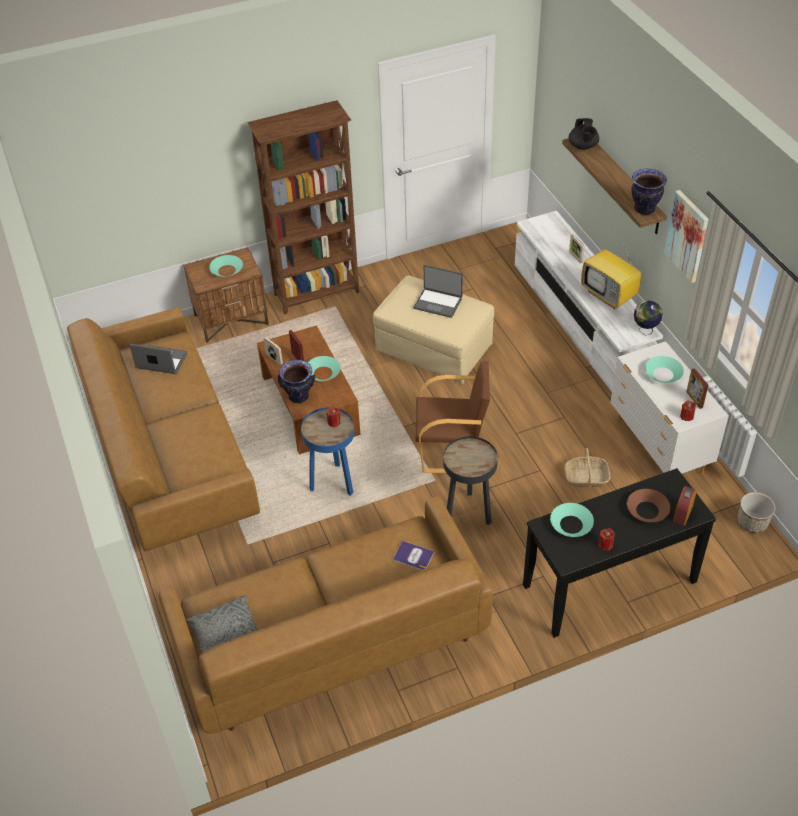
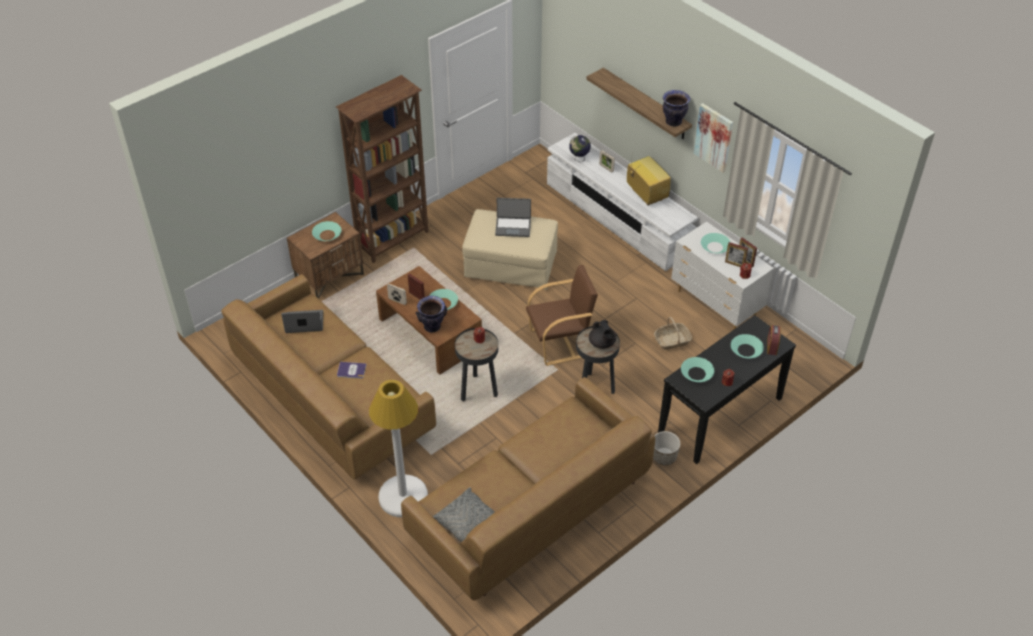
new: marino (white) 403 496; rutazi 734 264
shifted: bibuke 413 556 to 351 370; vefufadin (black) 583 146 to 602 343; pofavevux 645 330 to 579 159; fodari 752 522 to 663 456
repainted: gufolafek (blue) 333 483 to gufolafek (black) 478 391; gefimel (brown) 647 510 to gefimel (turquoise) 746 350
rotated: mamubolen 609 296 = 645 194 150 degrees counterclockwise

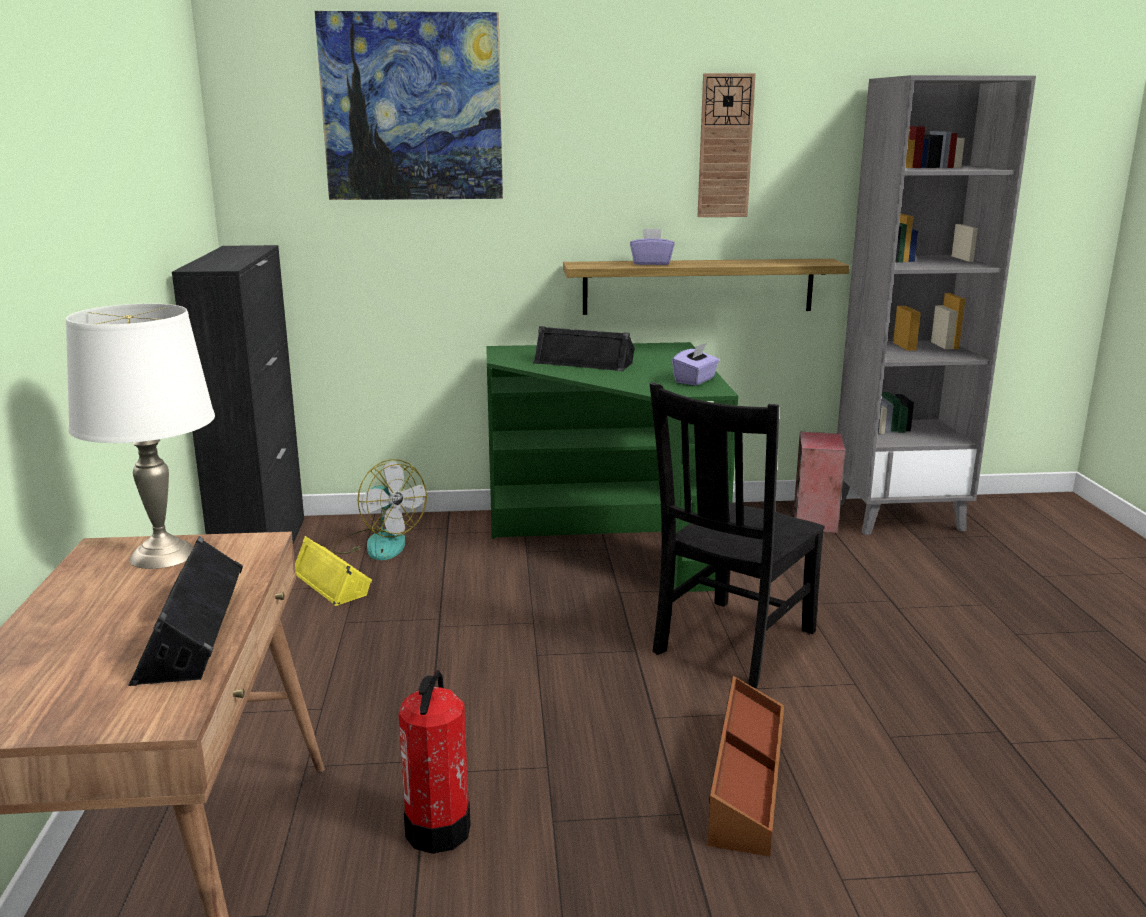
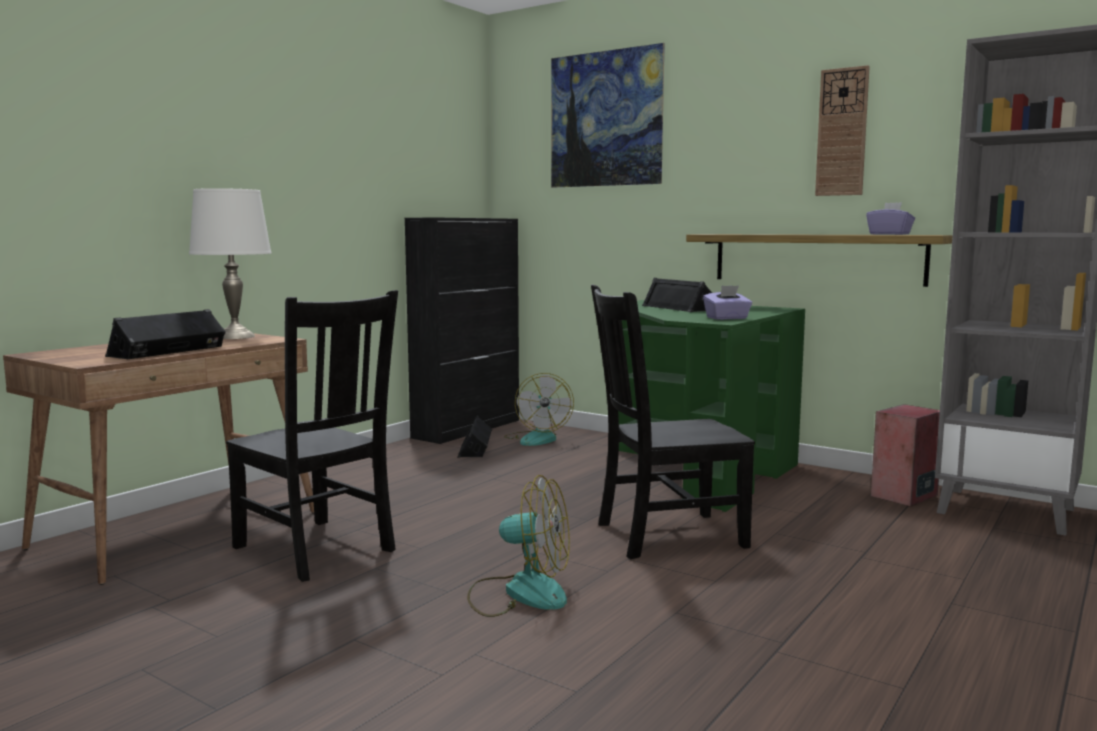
shifted: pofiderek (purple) 651 263 to 889 234
swapped: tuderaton 439 829 to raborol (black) 316 550; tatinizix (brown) 745 780 to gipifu 520 593
repainted: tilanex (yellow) 332 582 to tilanex (black) 476 448

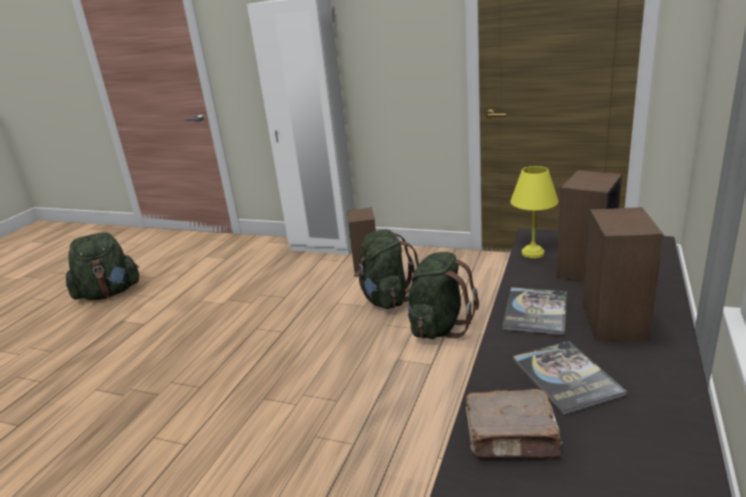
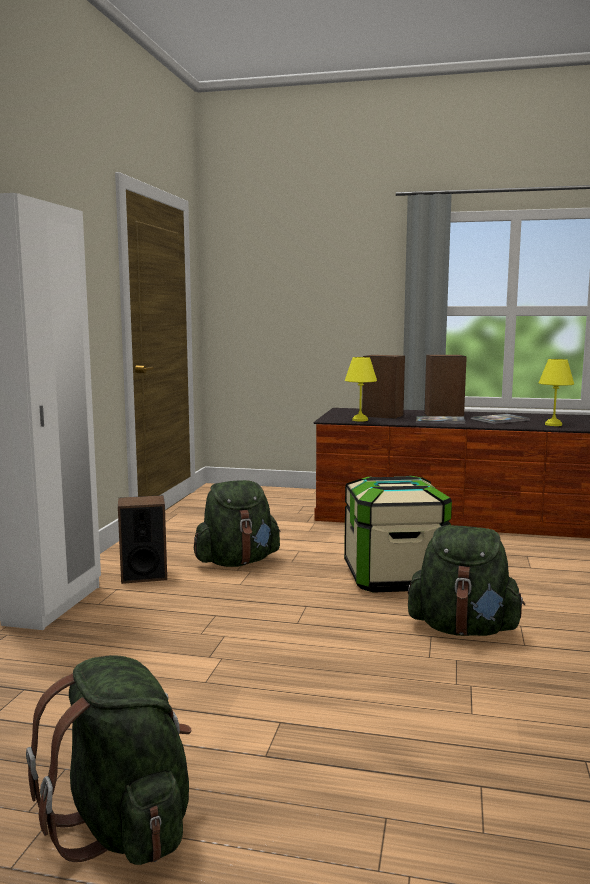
new: tatinizix 394 577
shifted: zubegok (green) 438 327 to 463 629
swapped: bibuke (brown) 512 438 to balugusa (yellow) 553 424

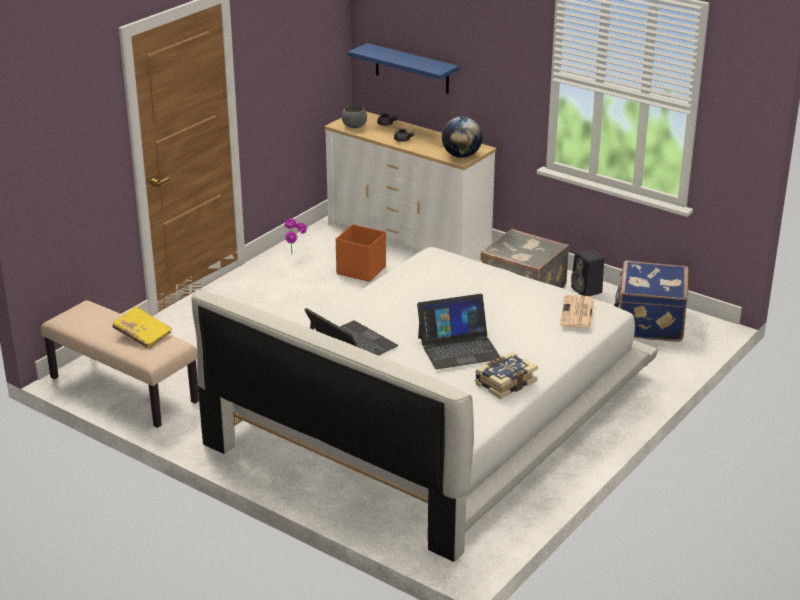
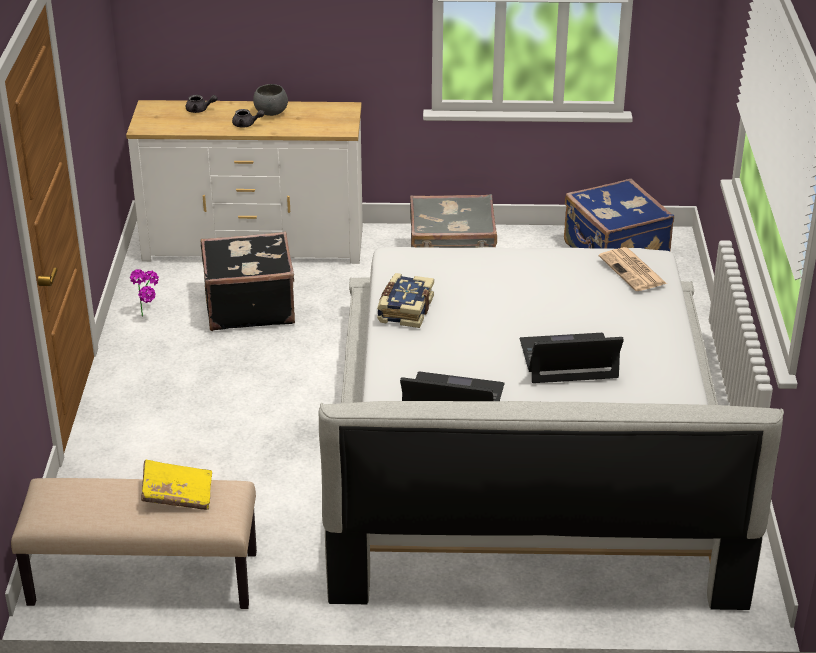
gone: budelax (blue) 412 69; pofavevux 461 156; tilanex (black) 587 291
shifted: gefimel (grey) 354 126 to 271 113; bibuke 504 383 to 404 310
swapped: tatinizix (orange) 360 270 to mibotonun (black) 248 306
rotated: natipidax 458 348 = 568 359 135 degrees counterclockwise

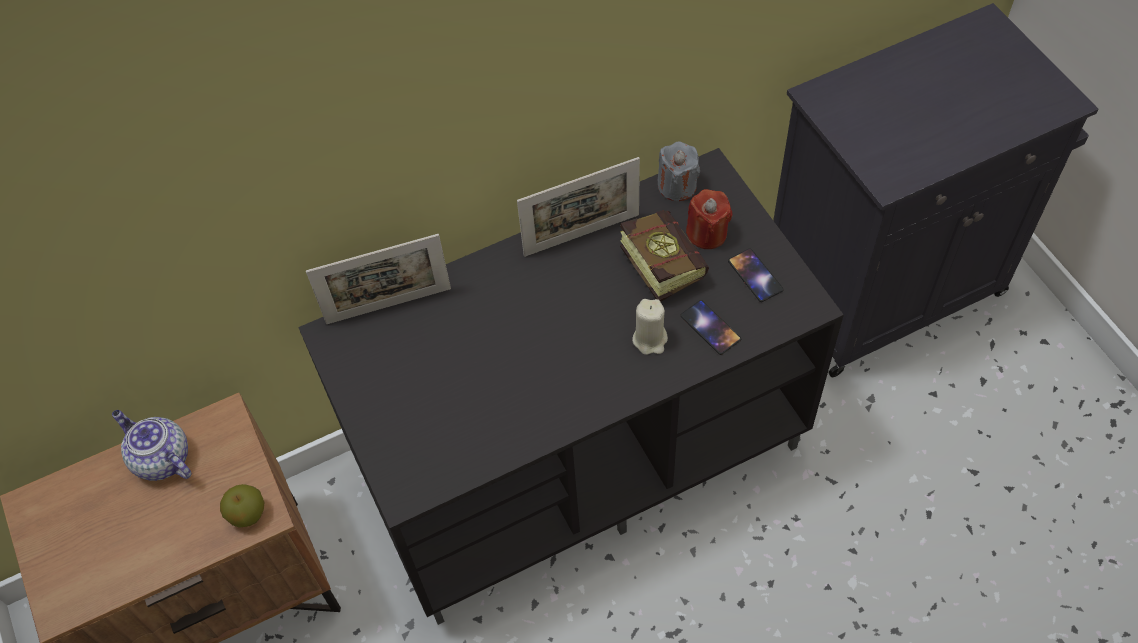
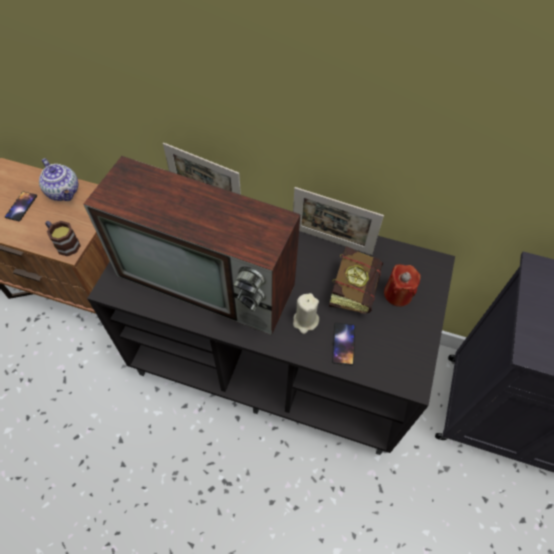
gone: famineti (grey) 677 186
new: mamubolen 209 281
shifted: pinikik 755 275 to 21 206
swapped: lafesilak 248 514 to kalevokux 65 243
rotated: vefufadin 161 459 = 64 192 150 degrees clockwise

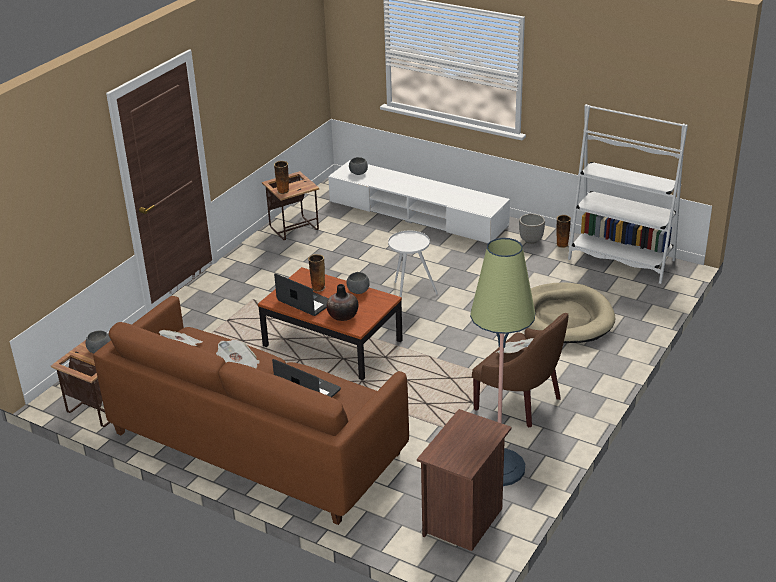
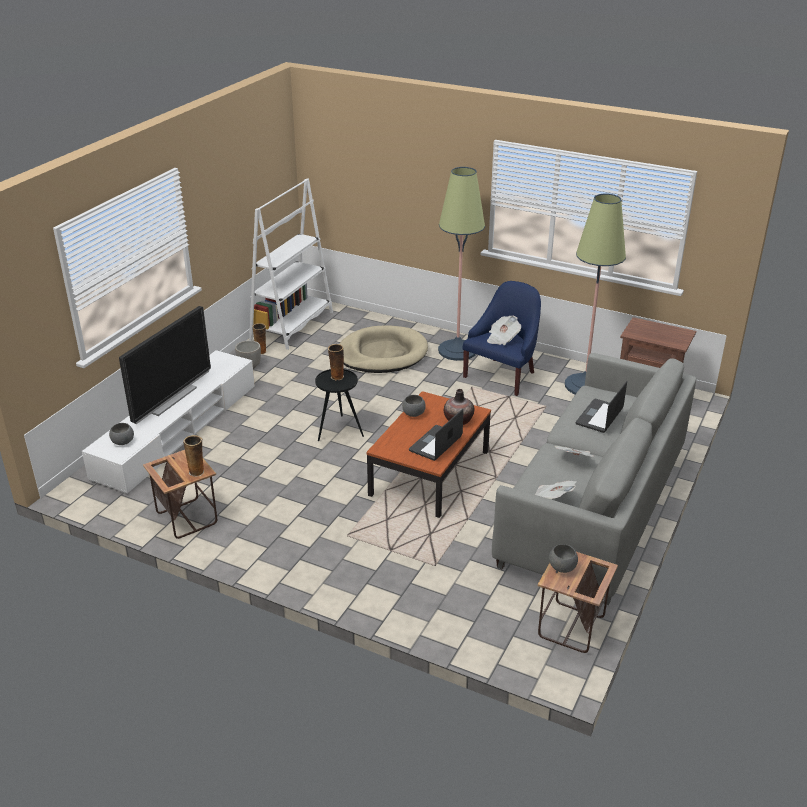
new: mamubolen 170 399; marino 457 350
shifted: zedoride 318 287 to 336 377
repainted: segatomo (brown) 256 443 to segatomo (grey) 594 506; gufolafek (white) 410 292 to gufolafek (black) 338 431; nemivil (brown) 521 402 to nemivil (blue) 502 375

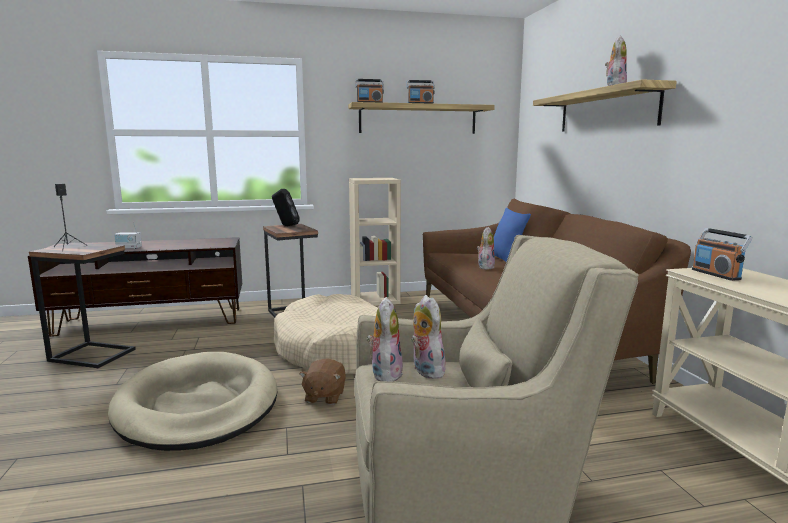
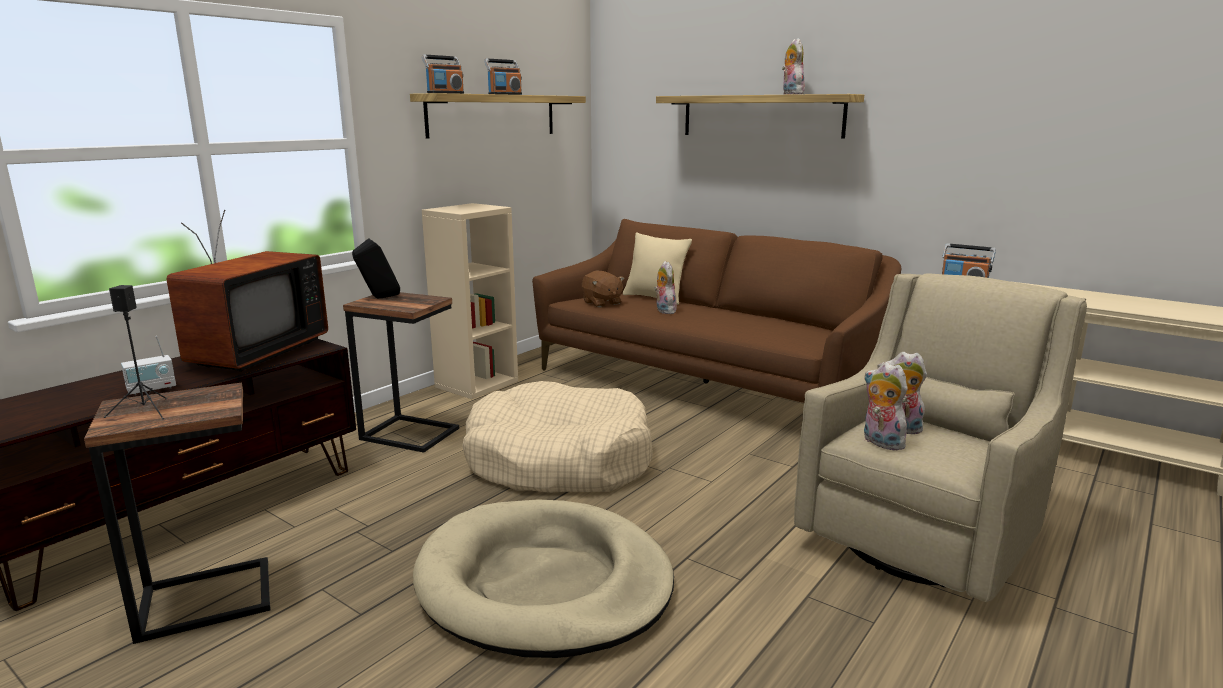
new: mamubolen 251 353
shifted: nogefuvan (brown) 324 396 to 602 303
repainted: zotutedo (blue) 506 260 to zotutedo (beige) 655 298

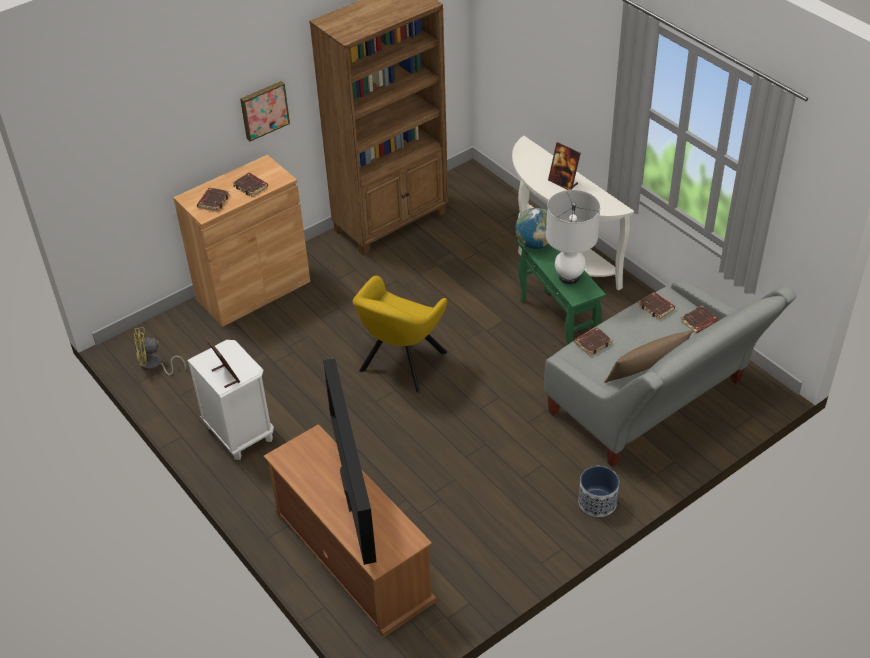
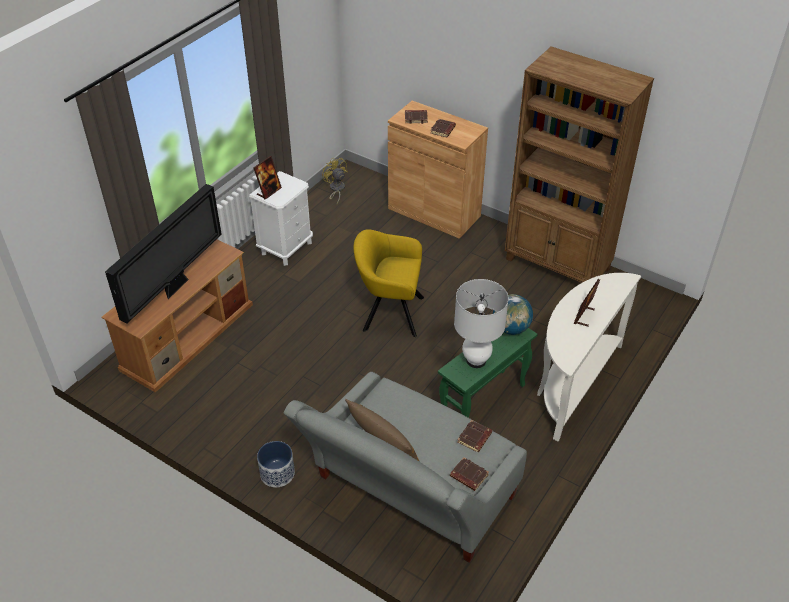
gone: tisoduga 263 110; bibuke (brown) 592 343
rotated: mamubolen 352 496 = 176 286 150 degrees clockwise

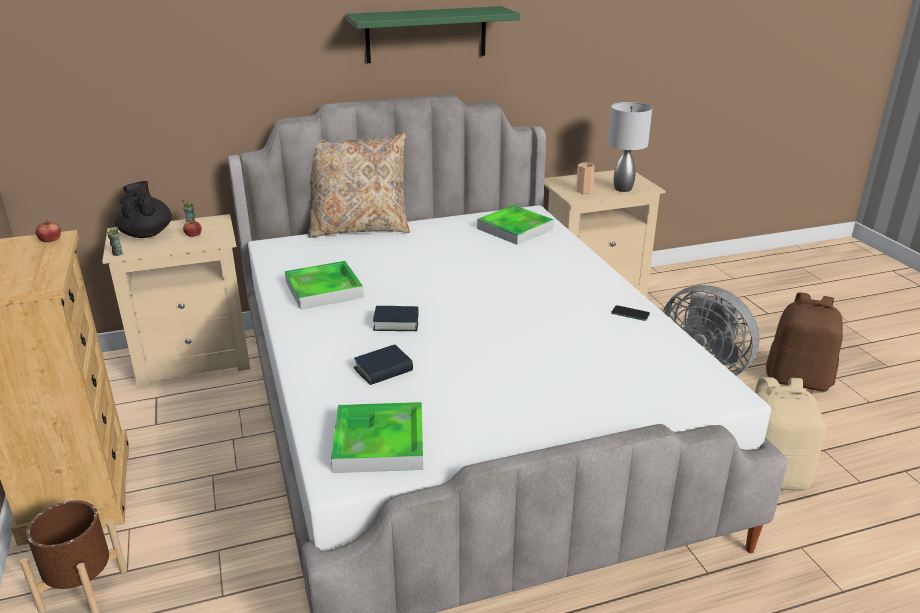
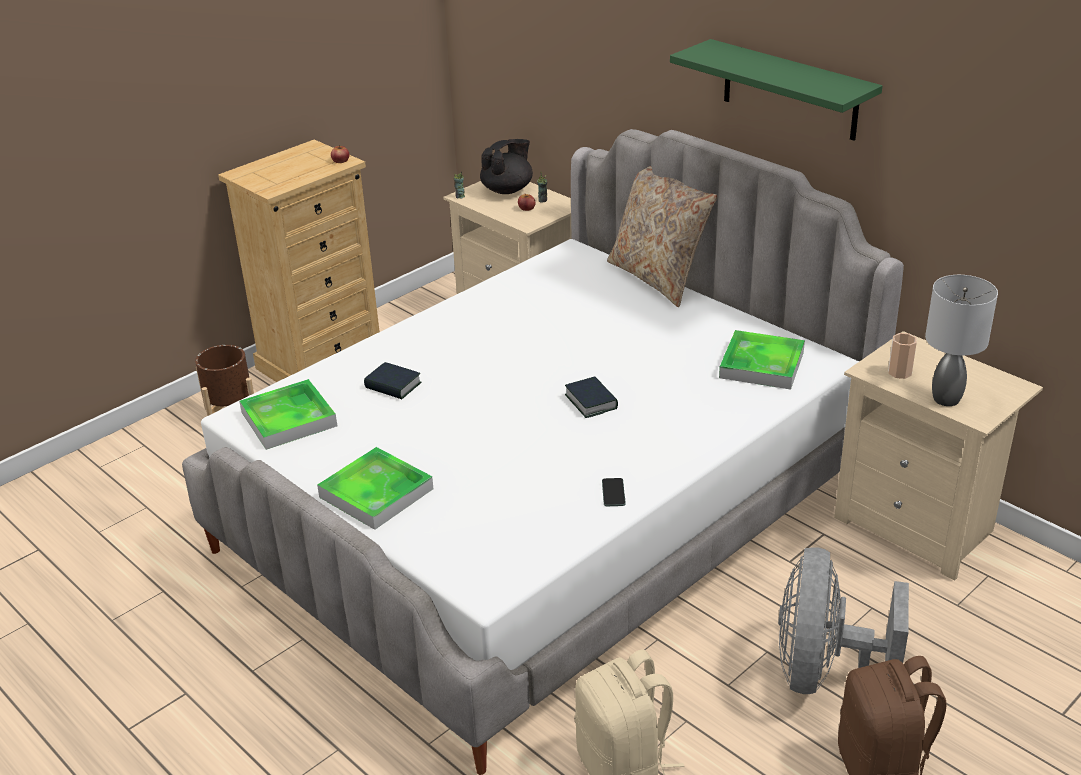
shifted: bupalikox 324 289 to 376 493; bibuke 396 323 to 591 402

